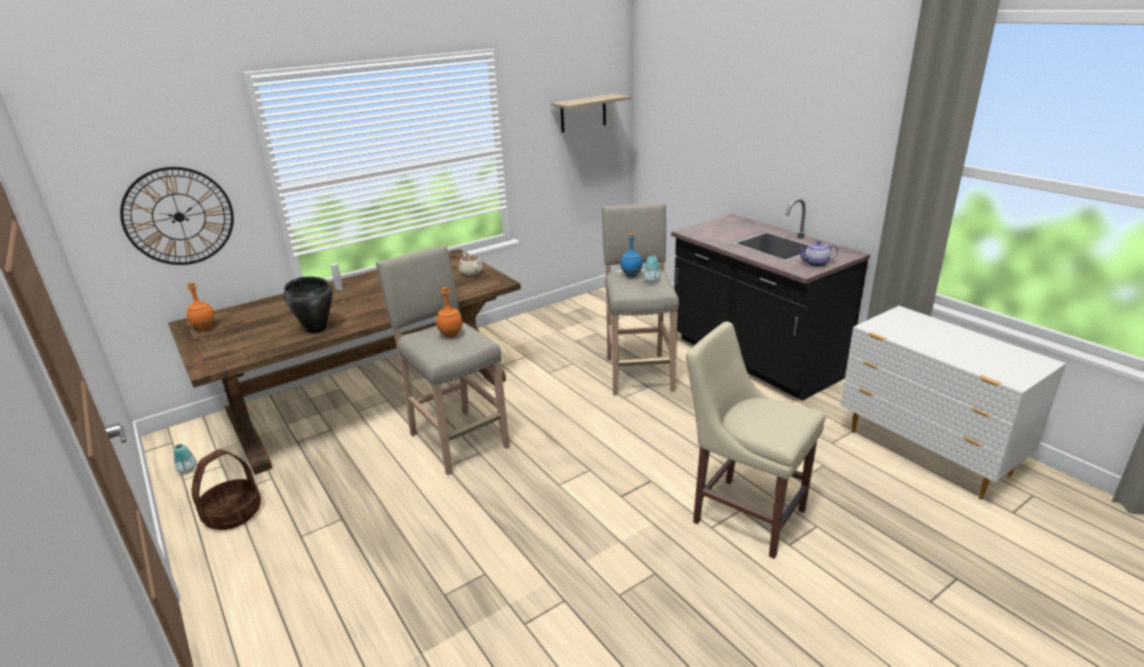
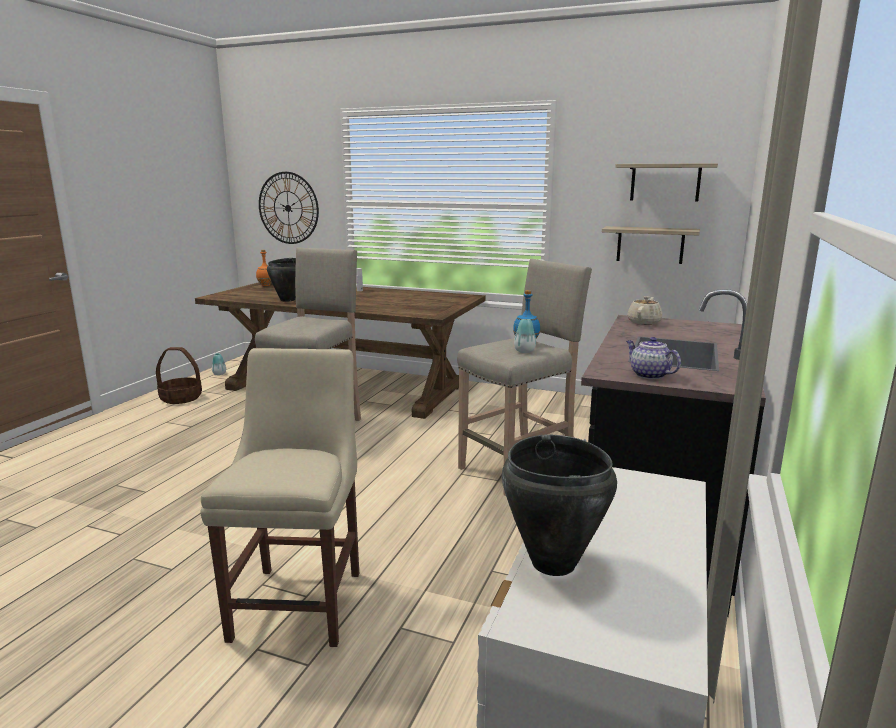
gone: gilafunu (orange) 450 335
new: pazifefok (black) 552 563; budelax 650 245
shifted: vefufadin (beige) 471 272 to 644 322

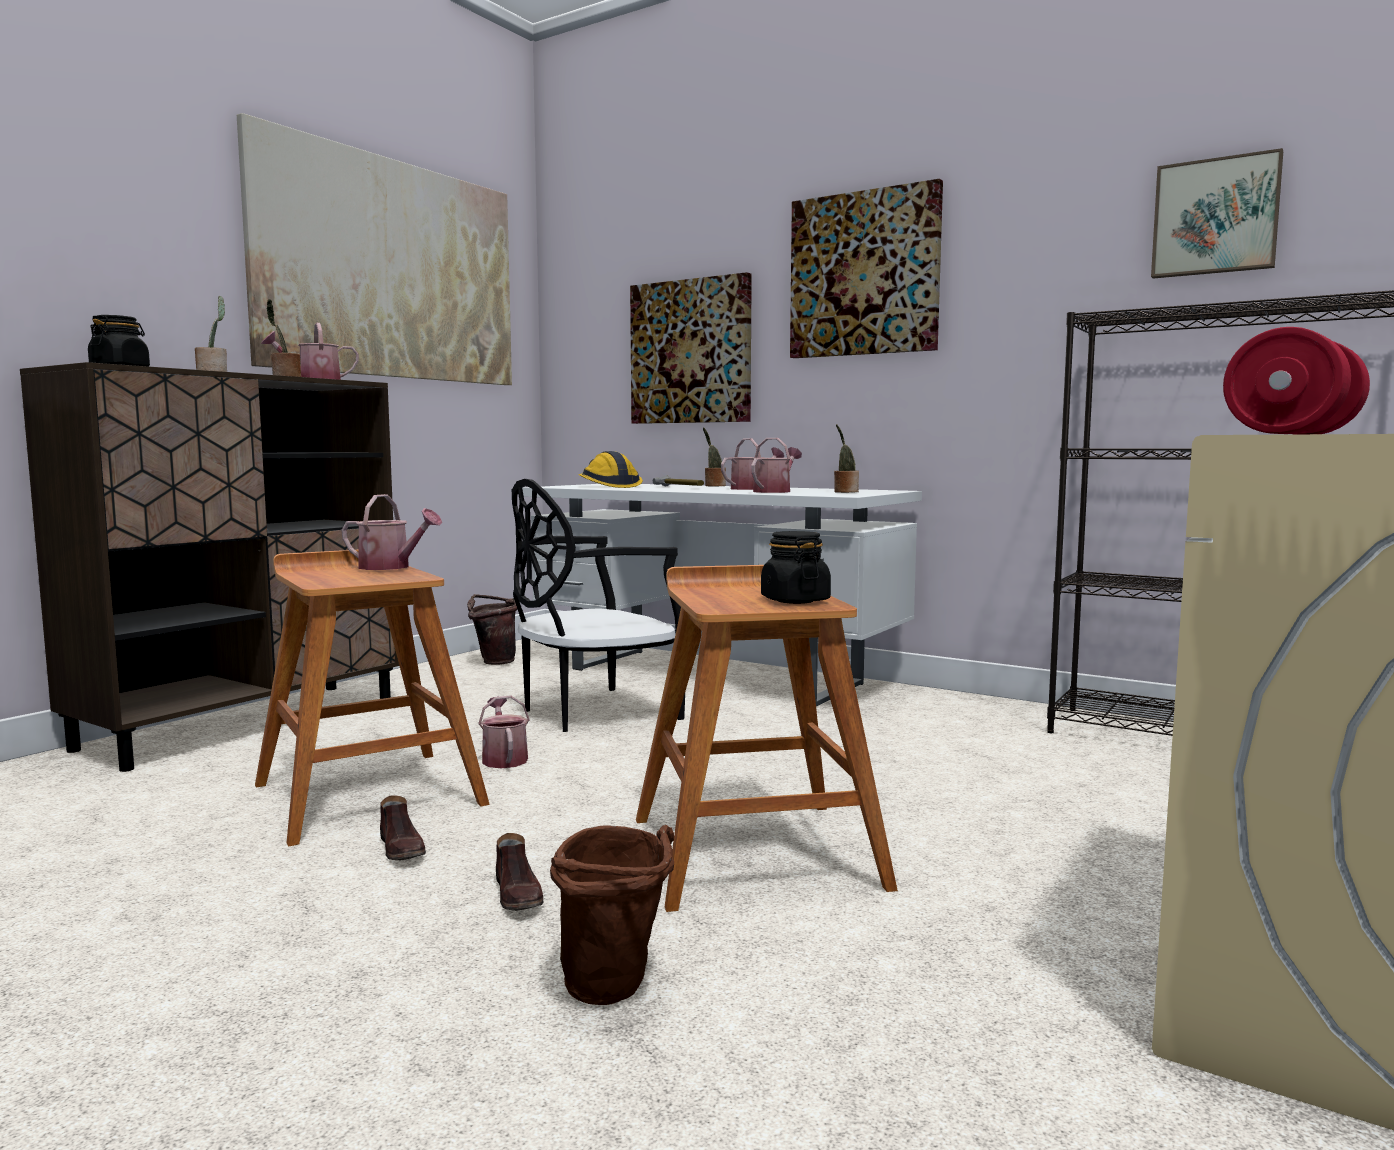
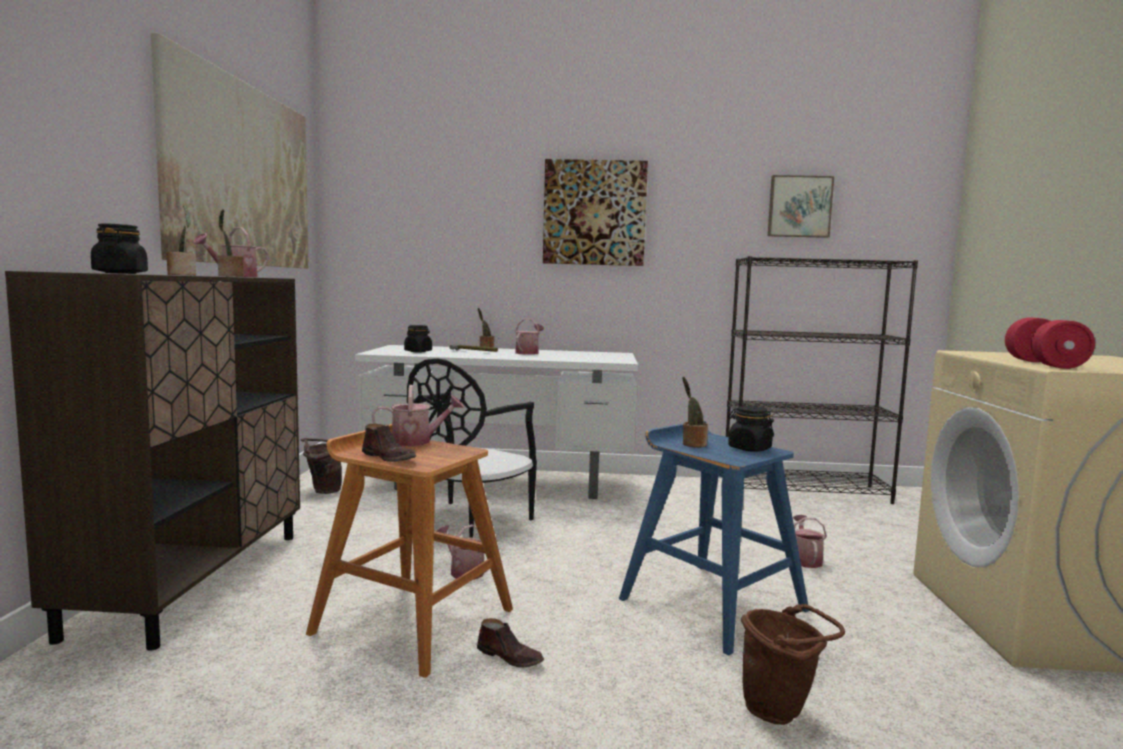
gone: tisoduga 691 352
shifted: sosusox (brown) 518 895 to 389 458; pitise 775 491 to 805 559; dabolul 845 492 to 692 444
swapped: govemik 608 486 to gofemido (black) 418 351
repainted: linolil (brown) 754 850 to linolil (blue) 711 603

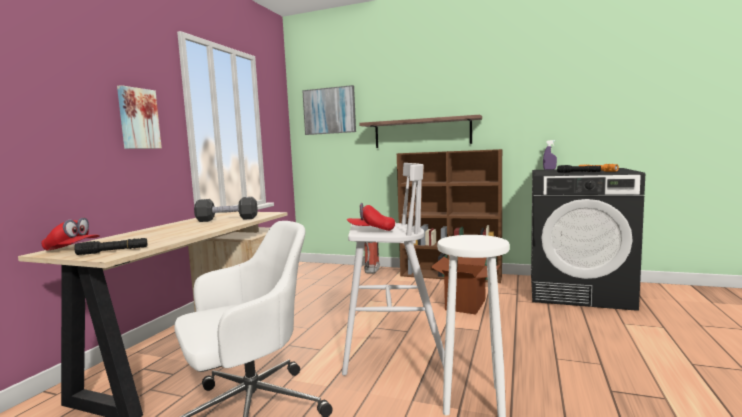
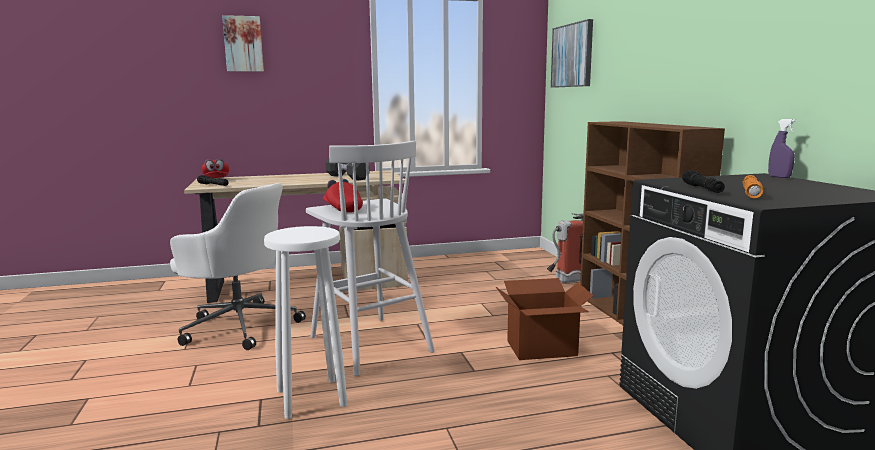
gone: budelax 422 133
shifted: tisoduga 138 118 to 243 44

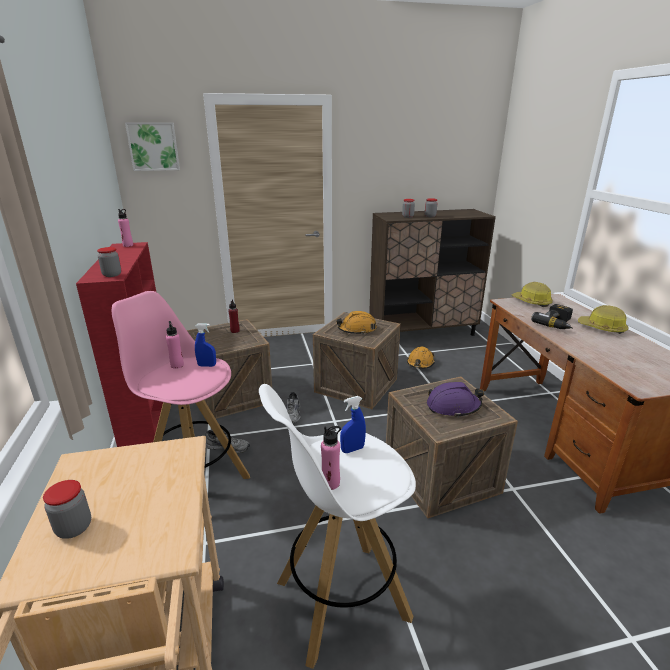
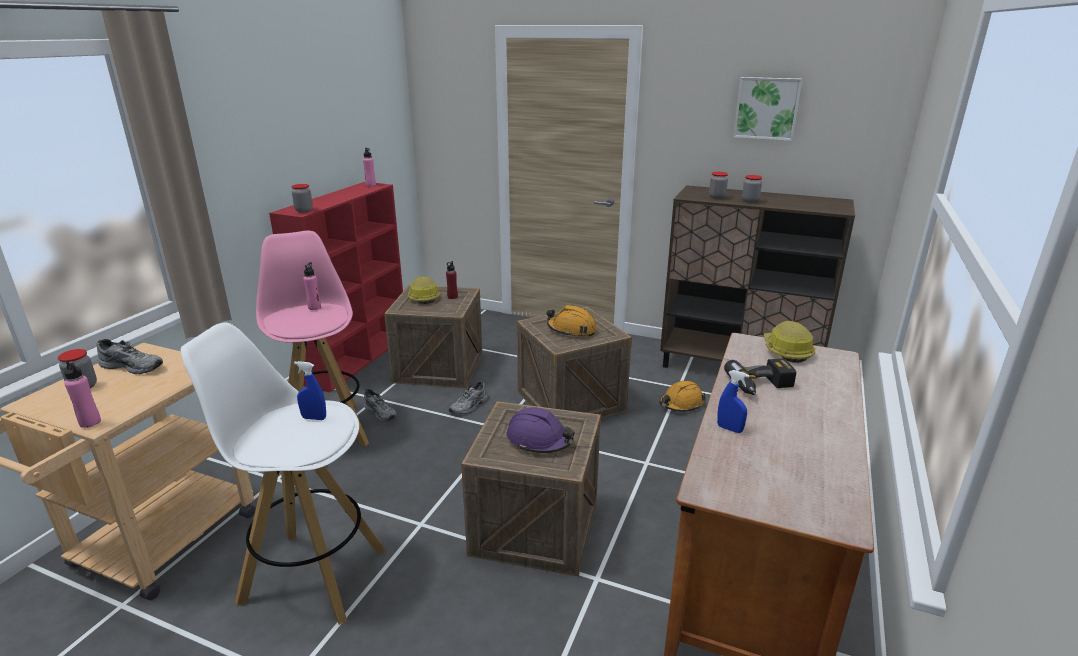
new: sosusox (grey) 134 366
shifted: tisoduga 153 146 to 767 108; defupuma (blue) 207 365 to 729 429; gilafunu (pink) 330 483 to 90 422; govemik 602 328 to 423 297

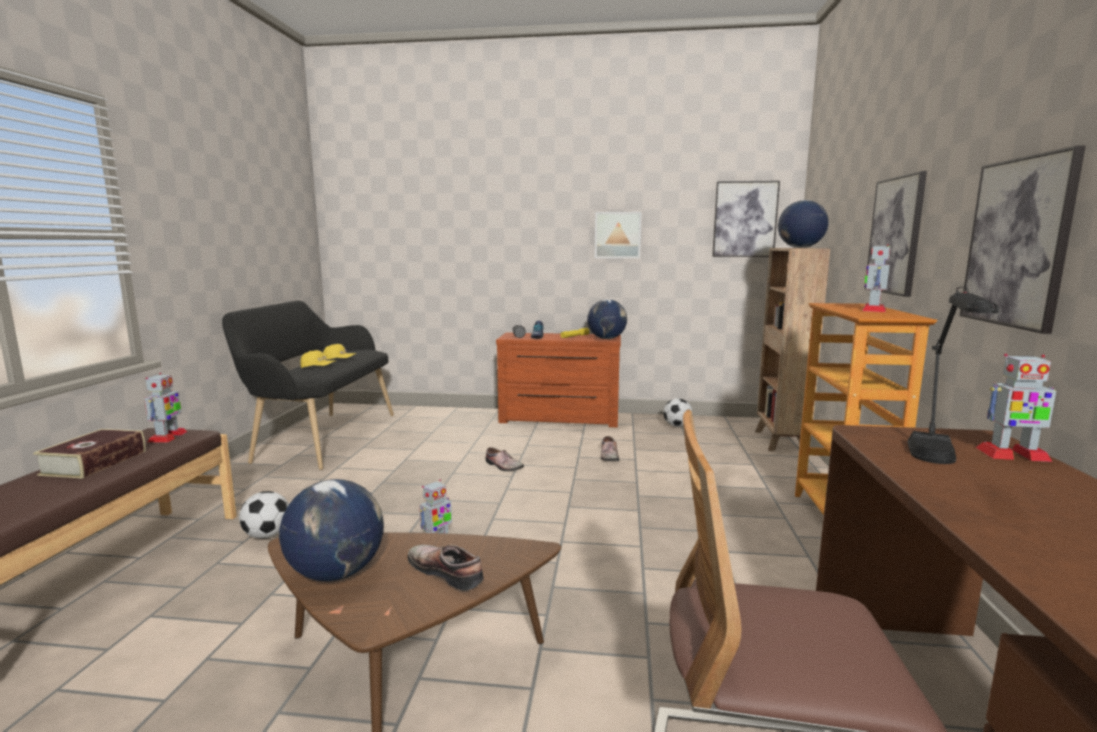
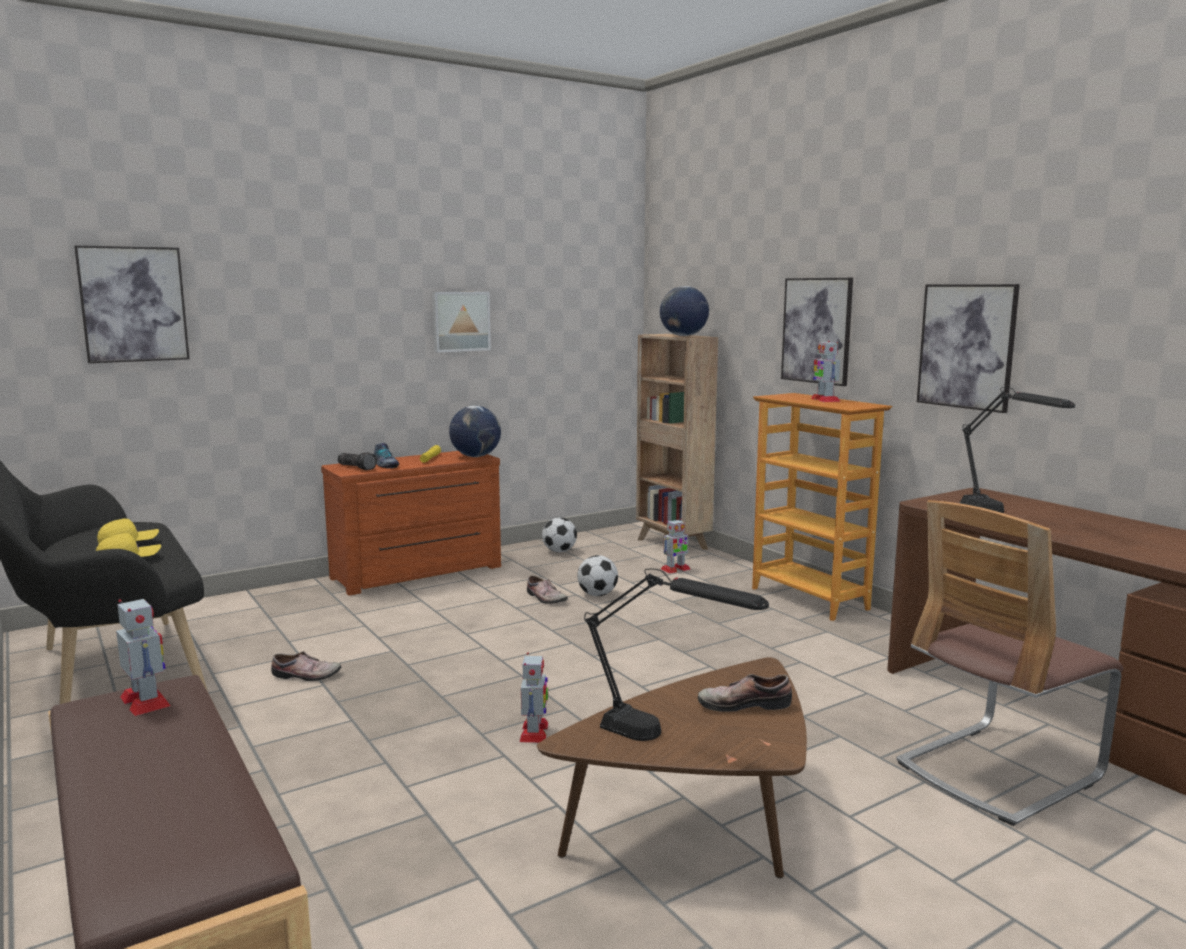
gone: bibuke 95 463
shifted: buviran 267 536 to 597 595; sosusox 502 466 to 306 676; tisoduga 745 219 to 133 304; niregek 1012 454 to 675 569
swapped: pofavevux 337 573 to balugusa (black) 666 740

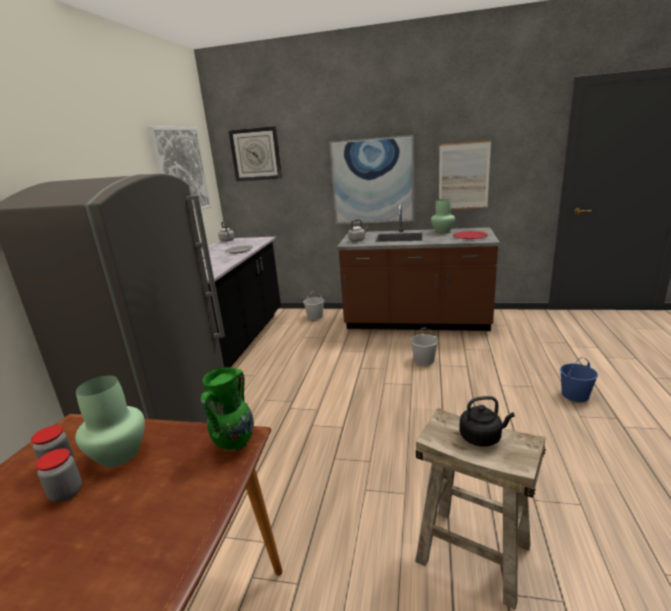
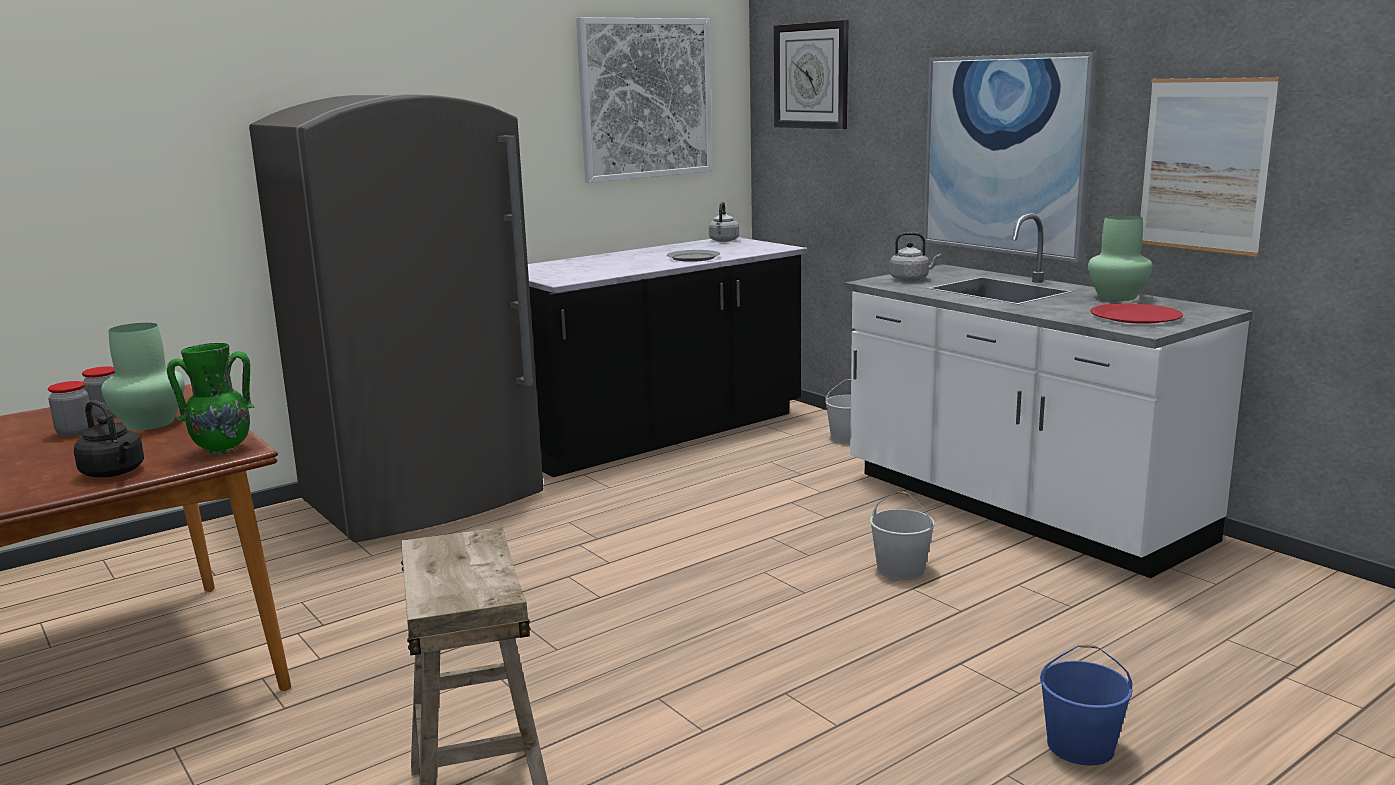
shifted: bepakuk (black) 482 437 to 114 473
repainted: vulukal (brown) 416 322 to vulukal (white) 1018 508

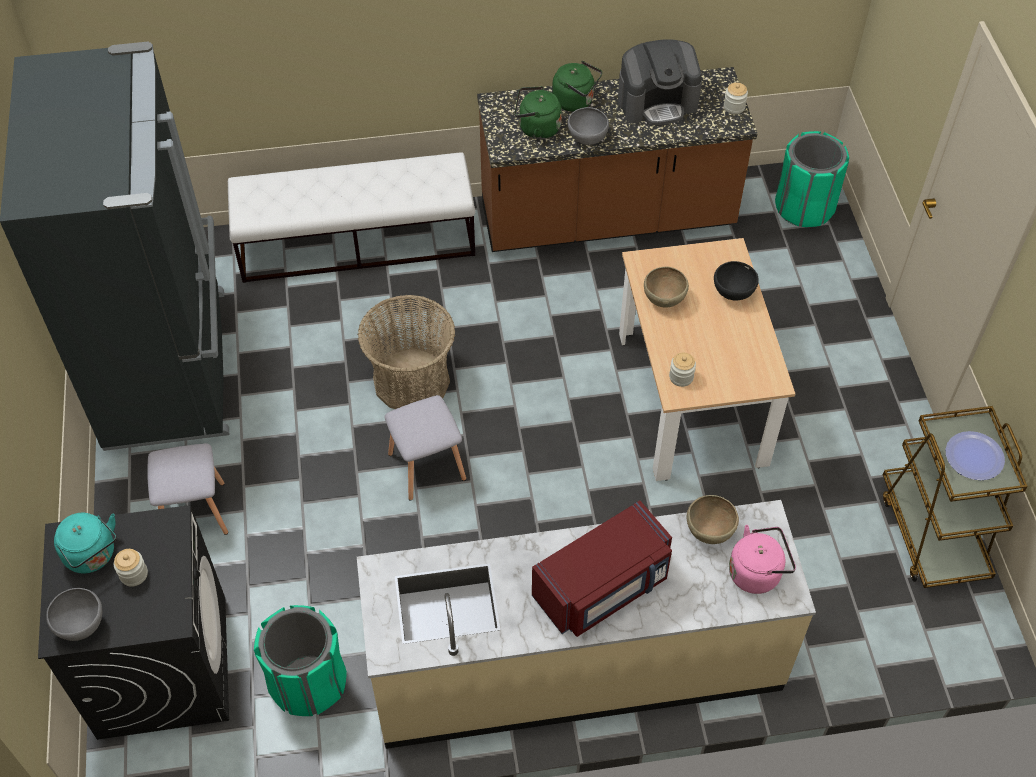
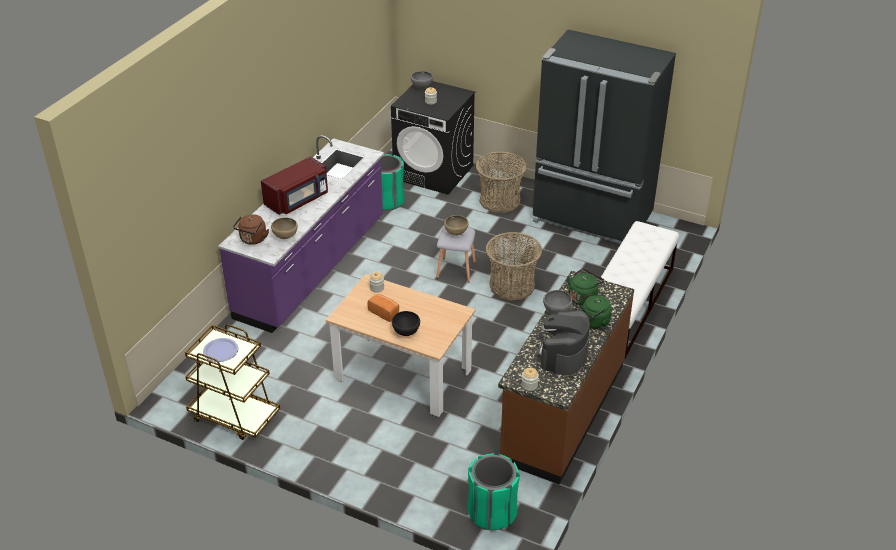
gone: bepakuk (turquoise) 92 556
new: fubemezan 385 312
shifted: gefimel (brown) 664 299 to 456 233
swapped: linolil (grey) 194 511 to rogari 500 200
repainted: vulukal (beige) 576 665 to vulukal (purple) 312 268; bepakuk (pink) 757 572 to bepakuk (brown) 252 240
rotated: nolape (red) 603 587 = 298 200 135 degrees counterclockwise

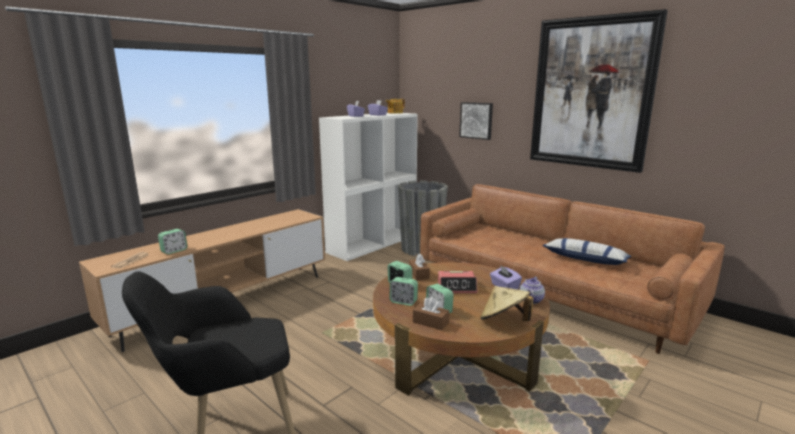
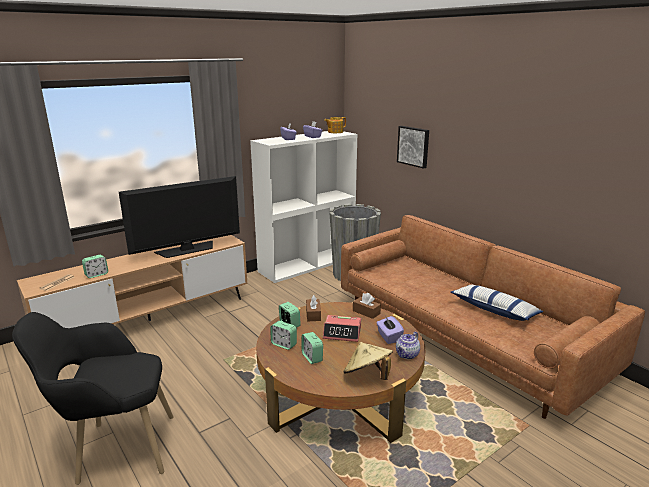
gone: tisoduga 591 93
new: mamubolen 187 250
shifted: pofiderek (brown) 430 322 to 366 312

